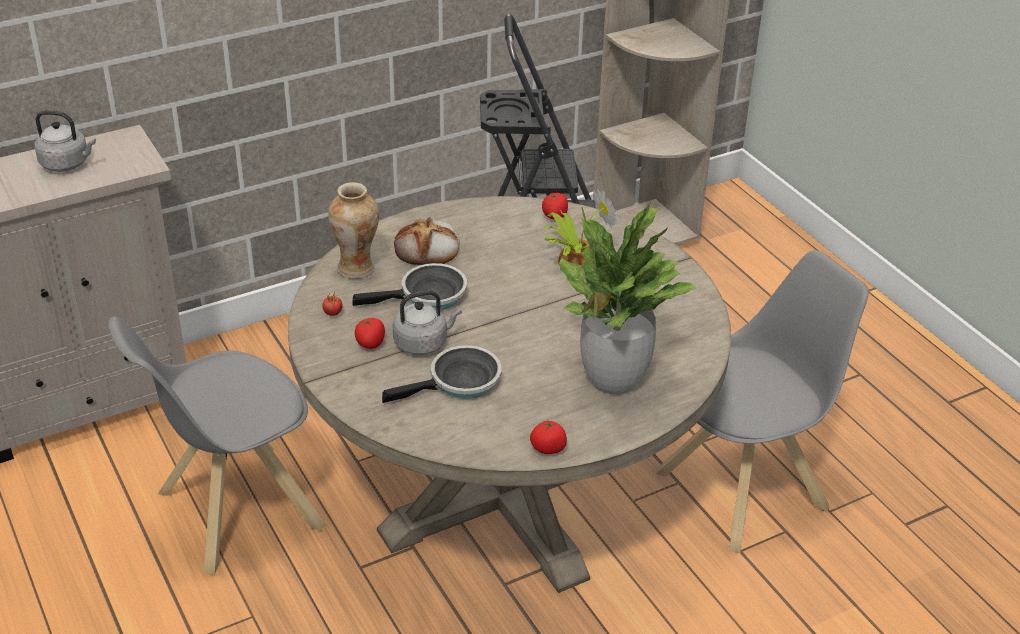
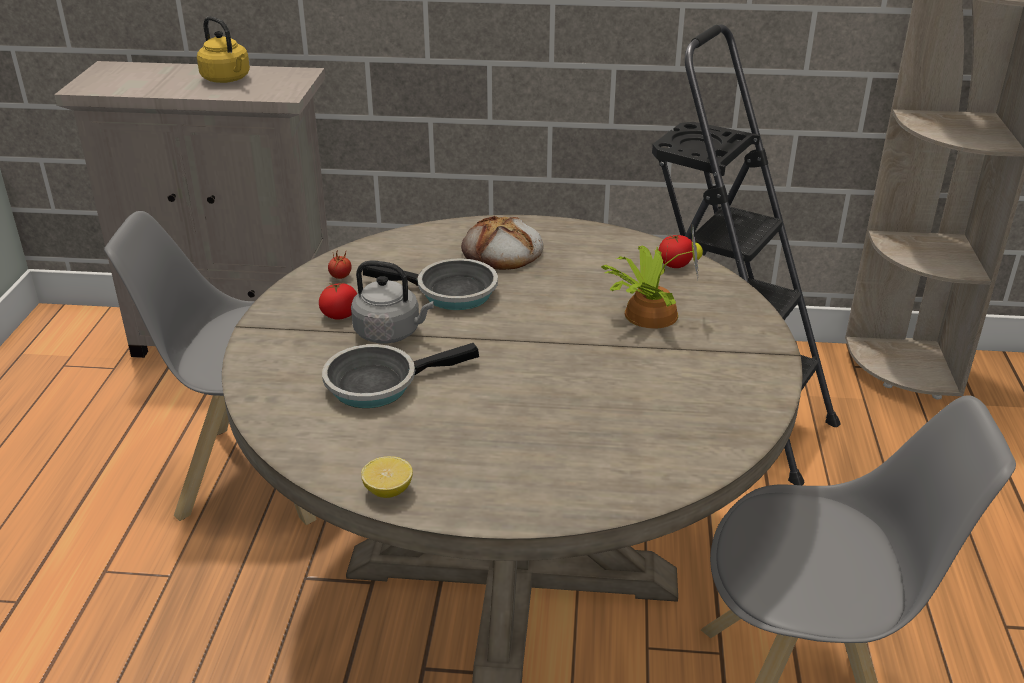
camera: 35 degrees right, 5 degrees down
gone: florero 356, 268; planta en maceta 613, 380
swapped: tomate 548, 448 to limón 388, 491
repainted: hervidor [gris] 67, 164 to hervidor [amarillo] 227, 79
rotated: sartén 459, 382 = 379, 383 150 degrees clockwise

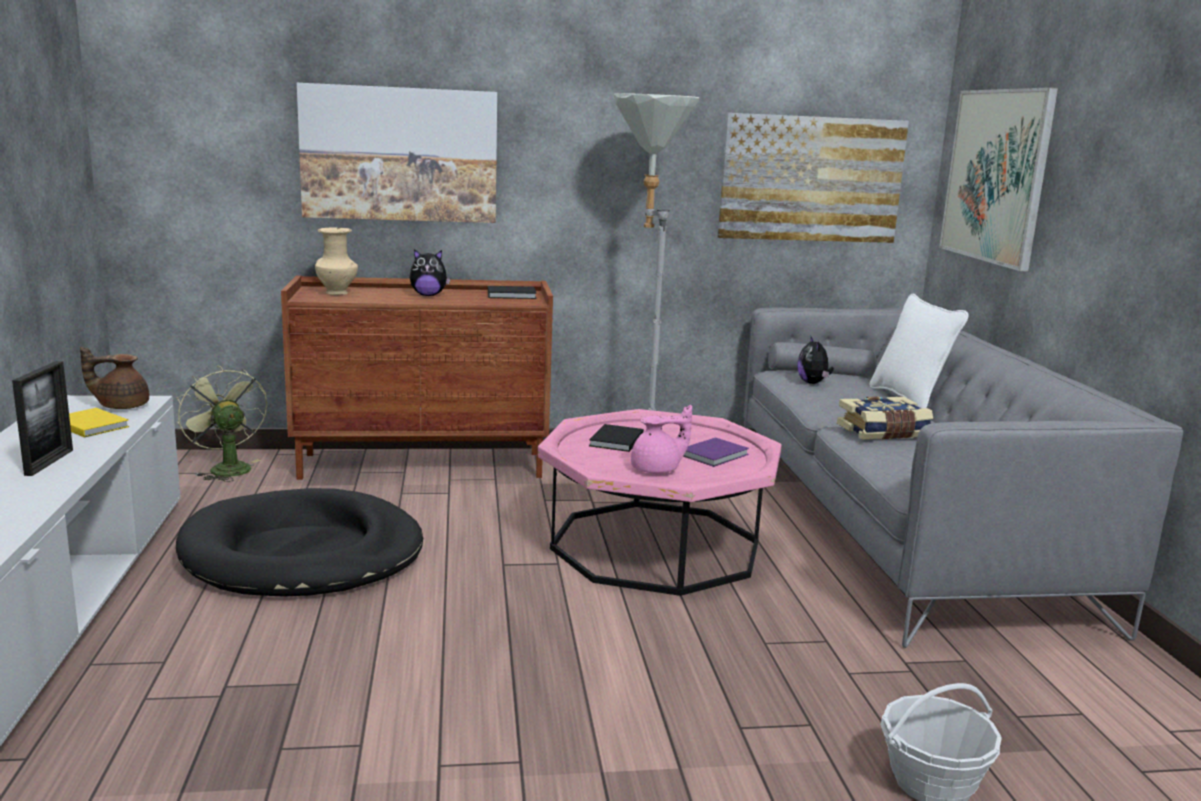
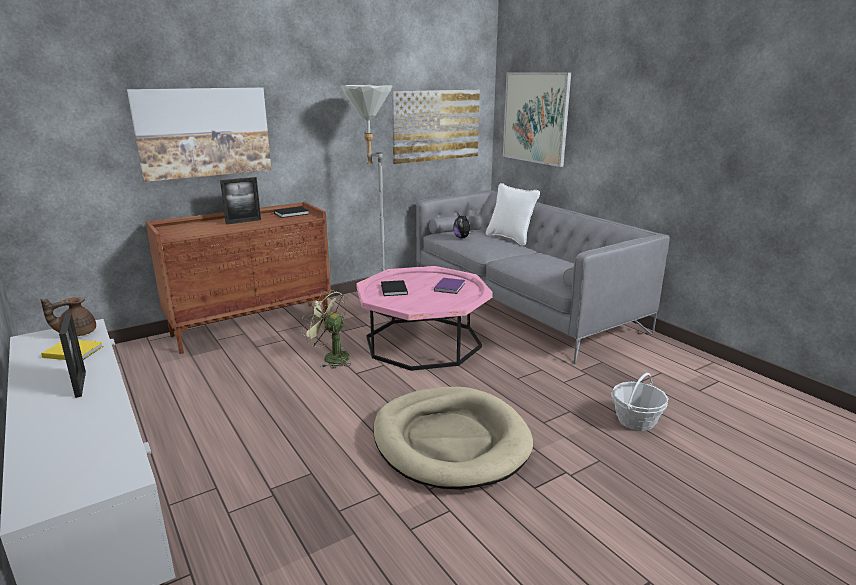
camera: 25 degrees left, 5 degrees up
gone: cama para perro [negro] 303, 553; florero [beis] 338, 293; tetera [rosa] 657, 470; libro 883, 432
new: cama para perro [beis] 450, 441
shifted: ventilador [verde] 226, 468 to 331, 357
swapped: peluche 428, 295 to portarretratos 243, 221

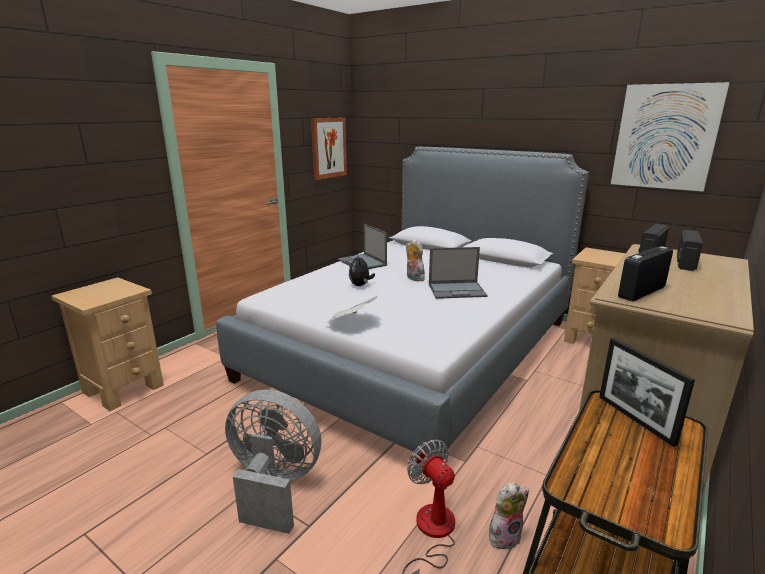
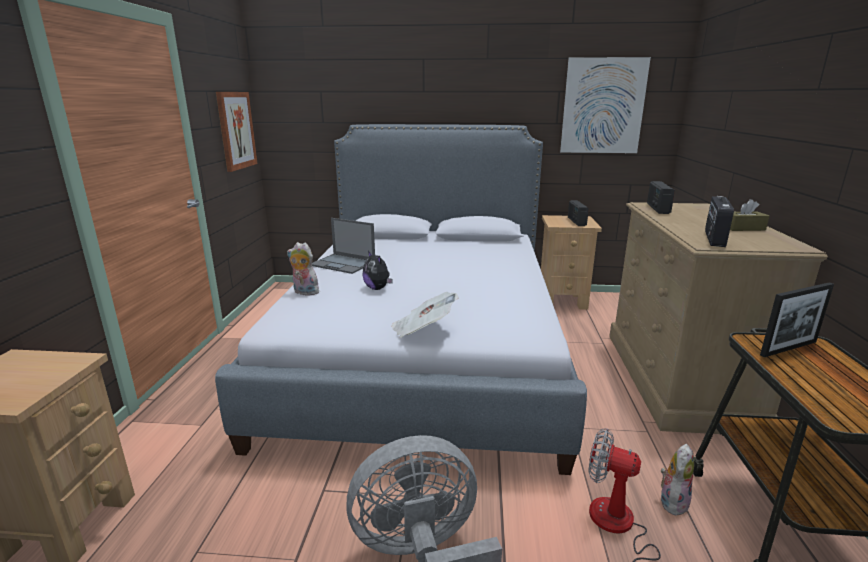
camera: 30 degrees left, 0 degrees up
gone: portátil 457, 290
new: caja de pañuelos [marrón] 743, 228
shifted: peluche 413, 278 to 304, 292; radio 685, 262 to 576, 222
rotated: portarretratos 635, 419 = 788, 348 60 degrees counterclockwise

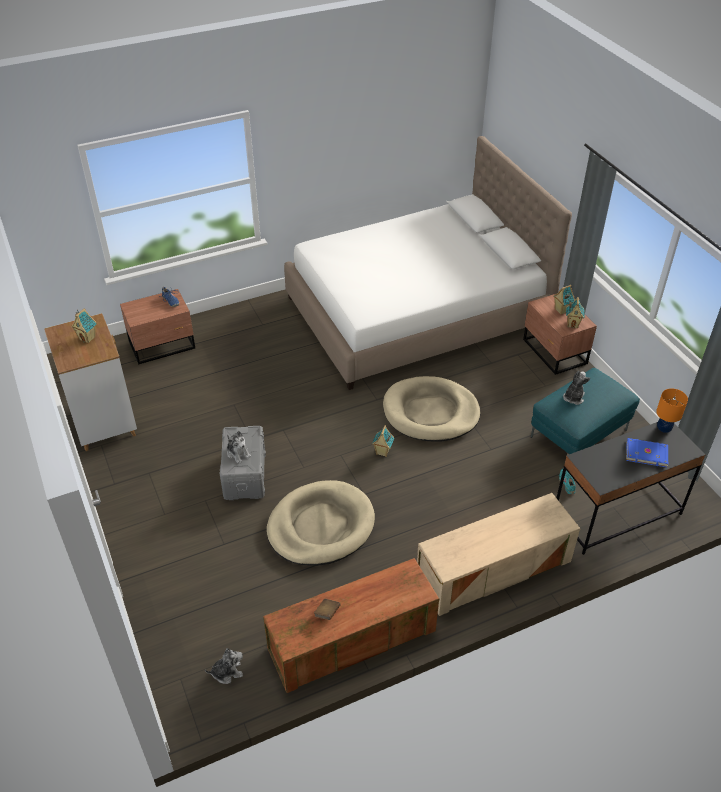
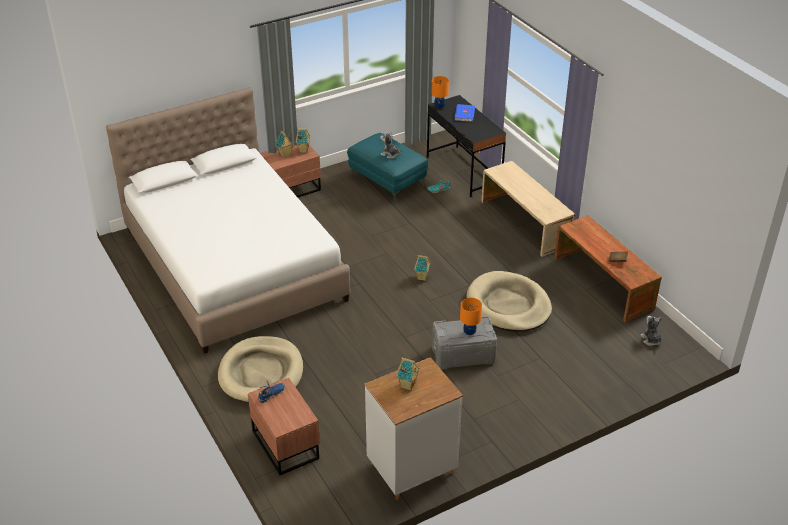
camera: 95 degrees left, 5 degrees down
shifted: cama para perro [beis] 430, 412 to 261, 373
swapped: peluche 238, 453 to lámpara de mesa [naranja] 469, 332

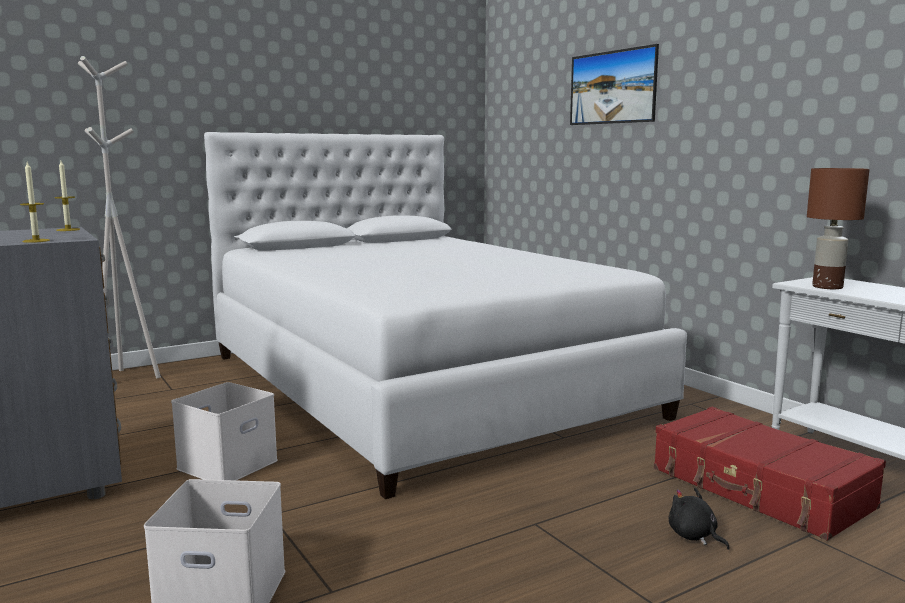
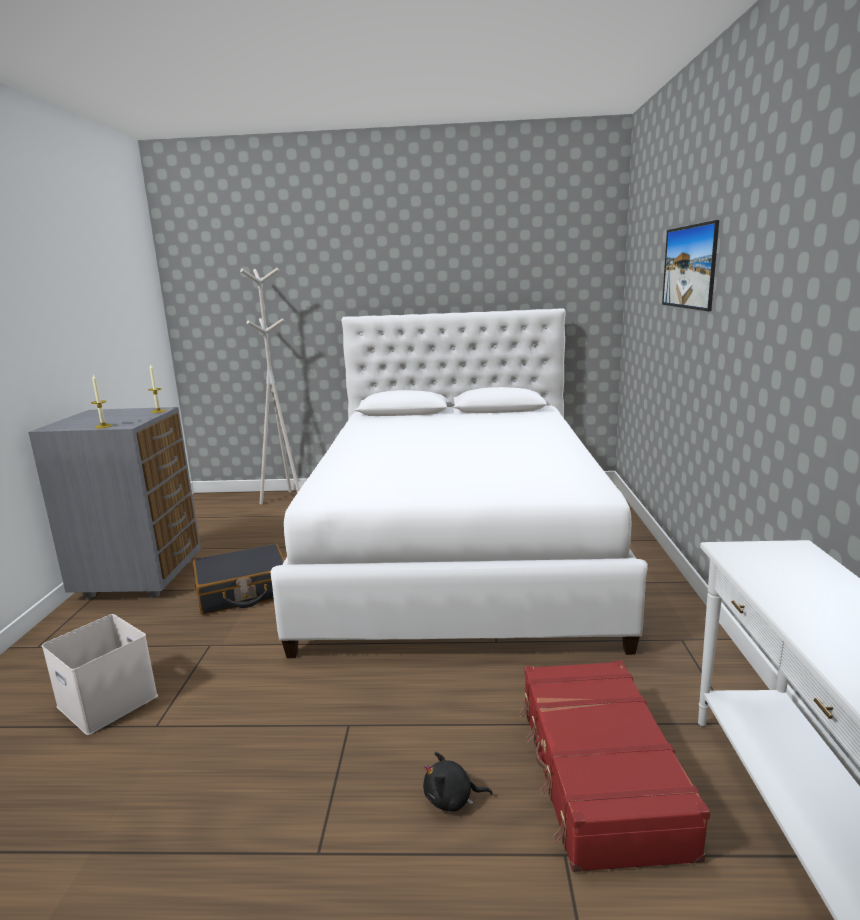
camera: 35 degrees right, 5 degrees up
gone: lámpara de mesa [marrón] 827, 287
swapped: caja de almacenaje [blanco] 228, 463 to maleta [negro] 243, 591
rotated: peluche [negro] 694, 536 = 452, 799 90 degrees counterclockwise

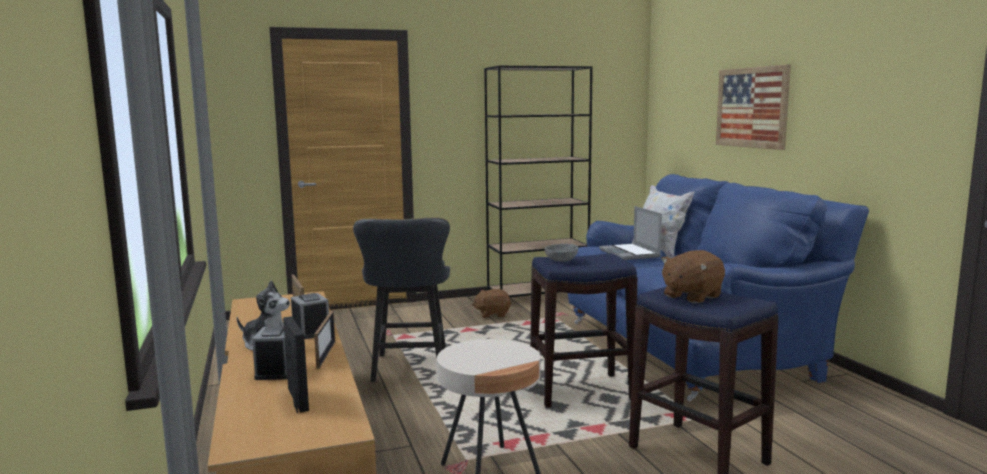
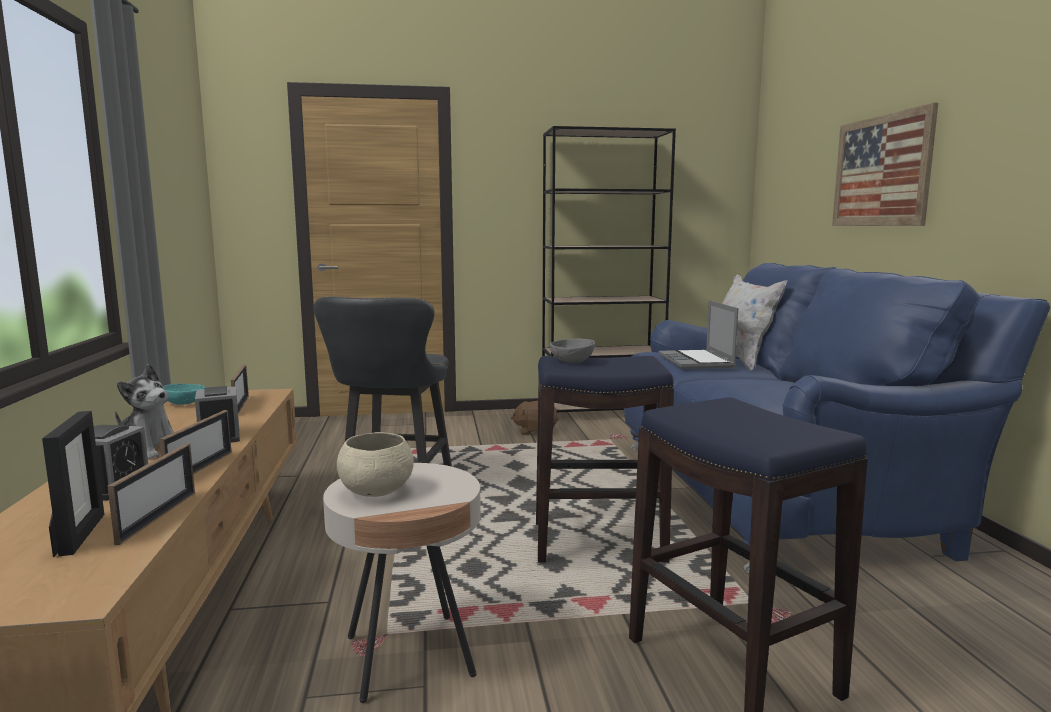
camera: 10 degrees right, 0 degrees up
gone: peluche [marrón] 691, 296
new: portarretratos 158, 516; cuenco [turquesa] 184, 403; cuenco [beis] 375, 492

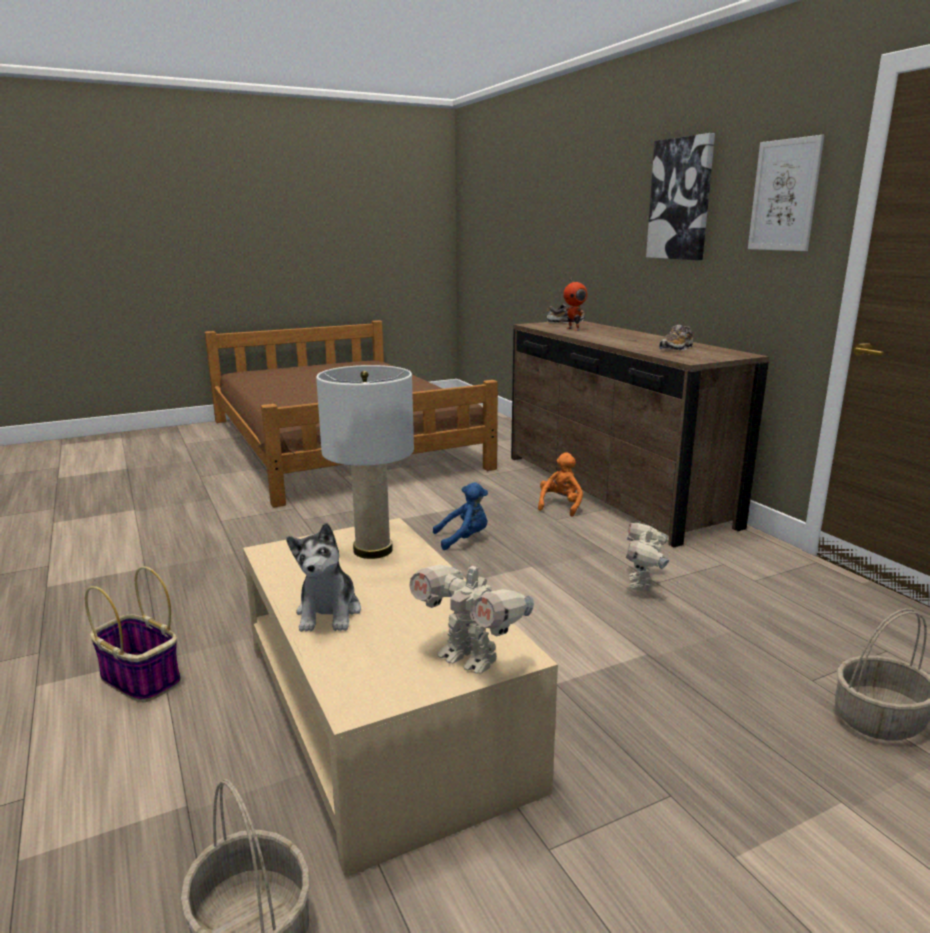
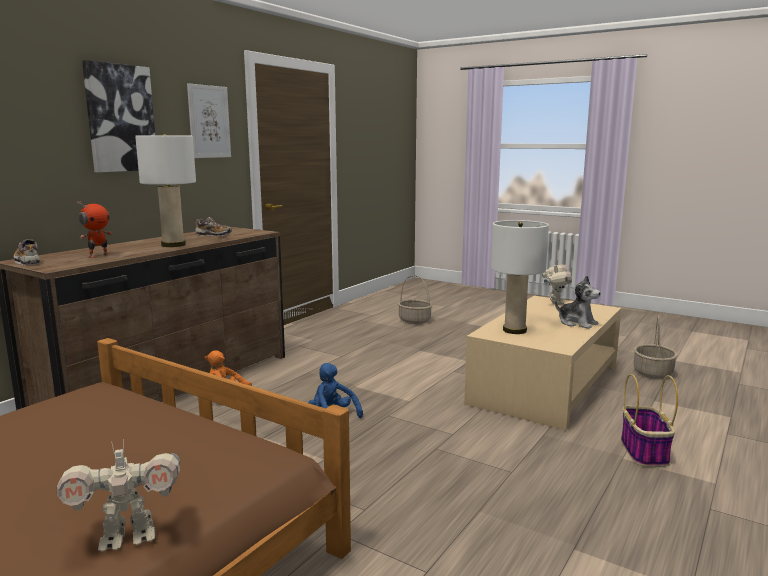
camera: 120 degrees left, 5 degrees down
new: lámpara de mesa [blanco] 173, 245
shifted: robot de juguete 642, 584 to 128, 537
rotated: peluche 329, 613 = 577, 323 75 degrees clockwise

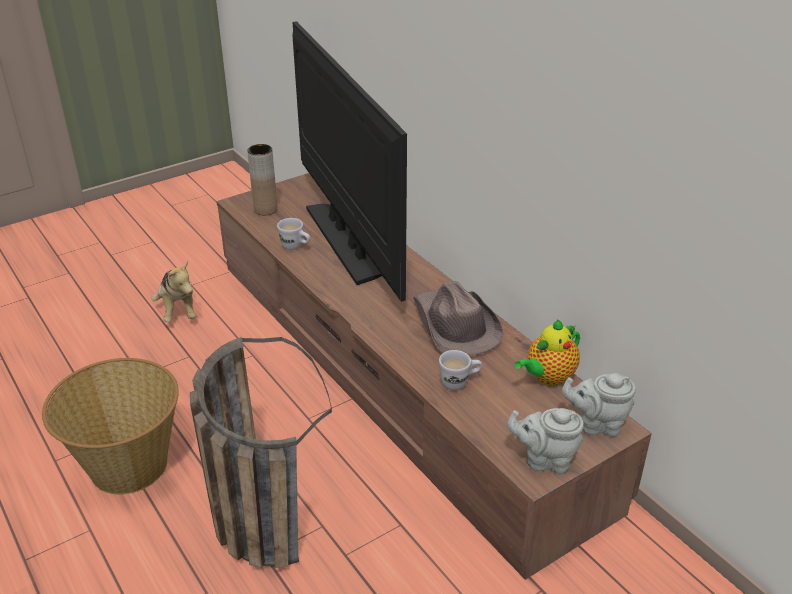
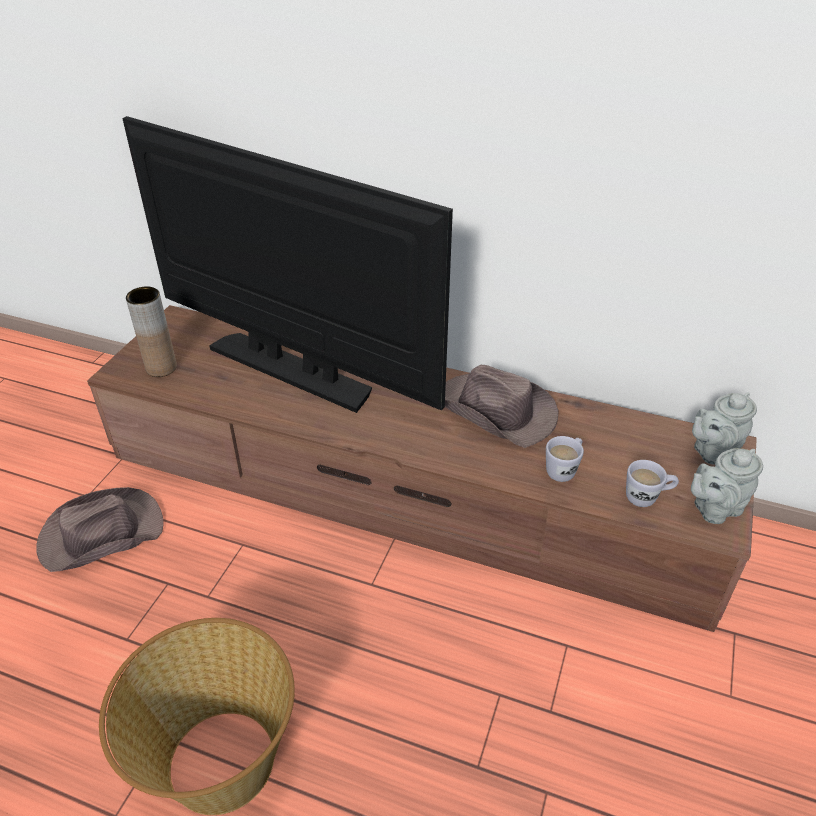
camera: 35 degrees left, 5 degrees up
gone: cesta 254, 510; tetera 548, 377
shifted: taza grande [blanco] 295, 247 to 647, 498
swapped: peluche 178, 310 to sombrero [marrón] 100, 534

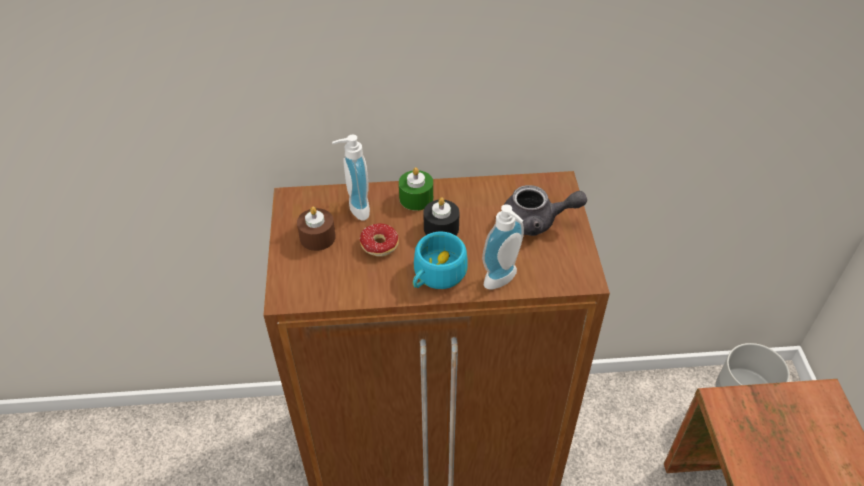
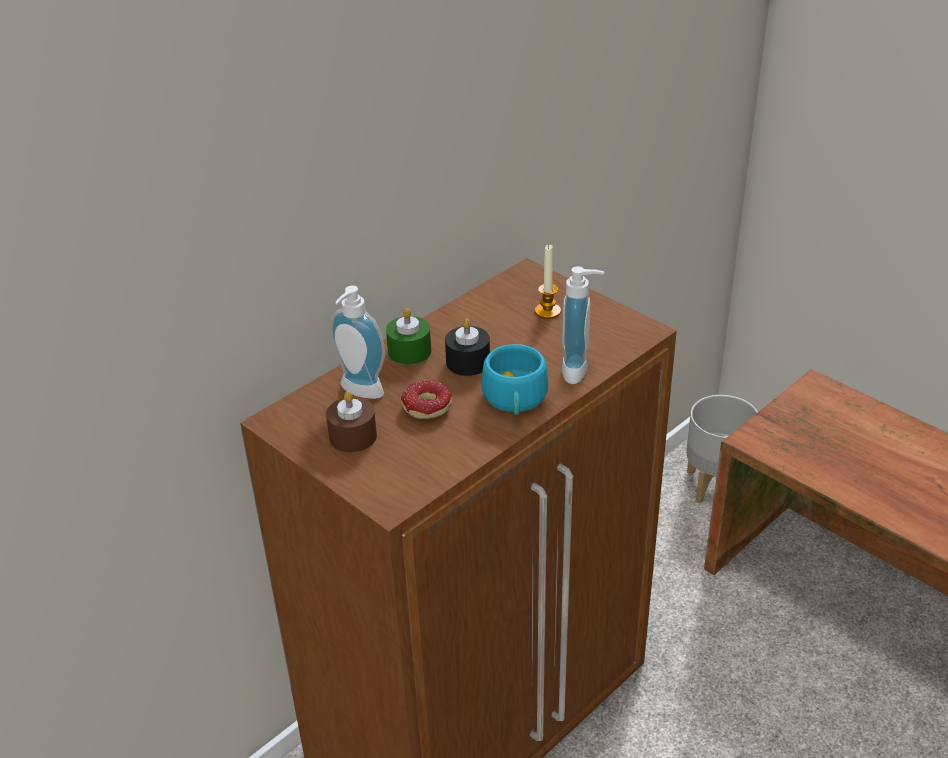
camera: 40 degrees left, 10 degrees down
swapped: tetera [gris] 536, 222 to vela 547, 311

